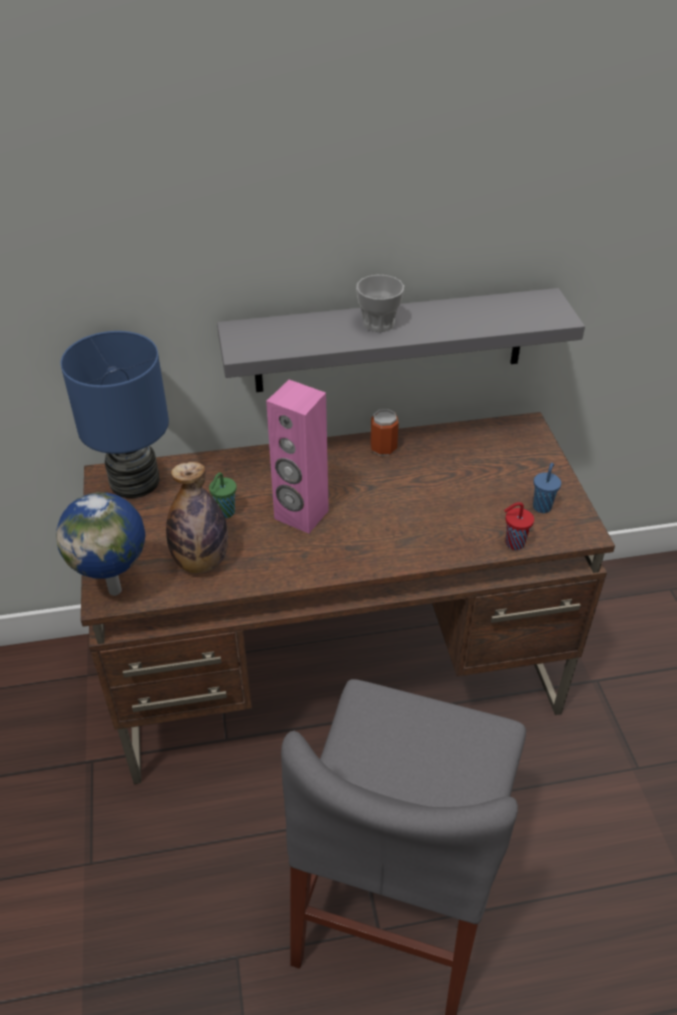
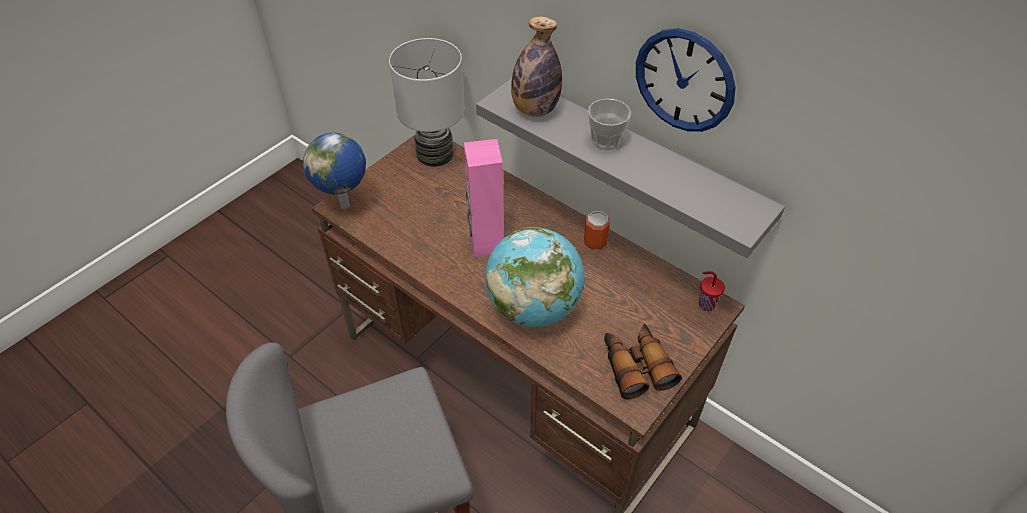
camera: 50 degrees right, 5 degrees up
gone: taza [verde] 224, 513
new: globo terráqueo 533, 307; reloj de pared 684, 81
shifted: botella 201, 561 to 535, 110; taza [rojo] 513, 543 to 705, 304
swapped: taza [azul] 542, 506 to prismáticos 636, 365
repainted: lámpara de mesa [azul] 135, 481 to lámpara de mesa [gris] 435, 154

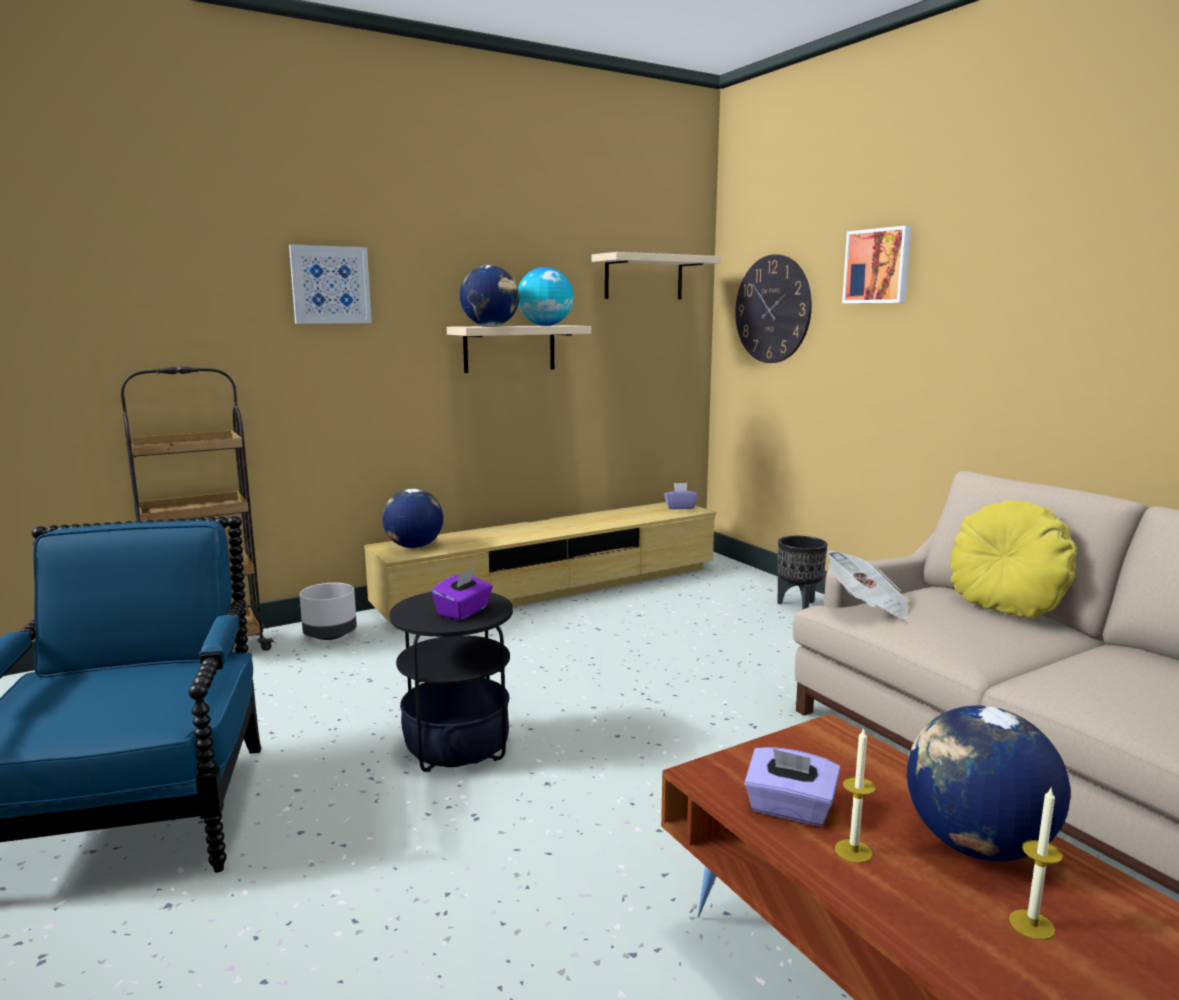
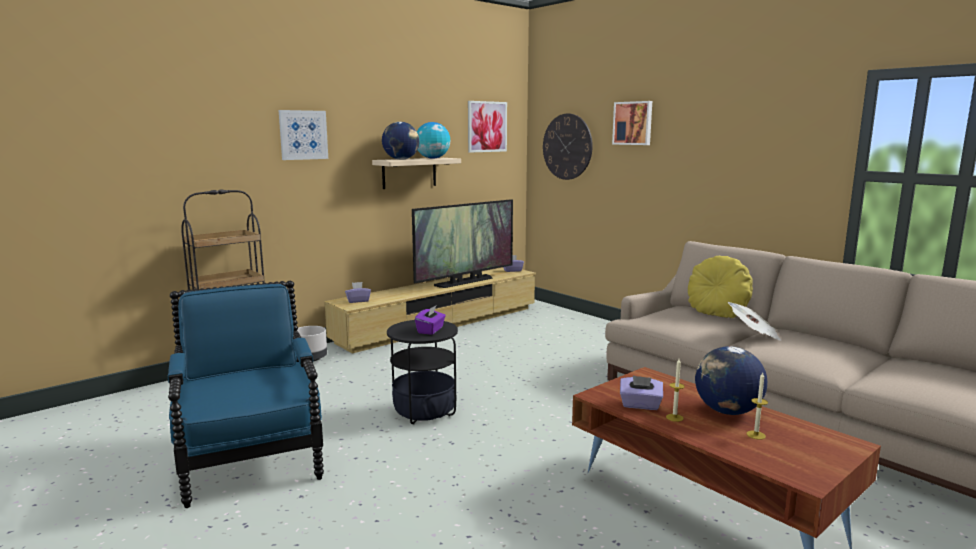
camera: 10 degrees left, 0 degrees up
gone: maceta [negro] 799, 605
new: televisor 465, 282
shifted: periódico 868, 606 to 753, 334
swapped: globo terráqueo 414, 547 to caja de pañuelos [morado] 358, 301; estante [beis] 644, 277 to cuadro 487, 126

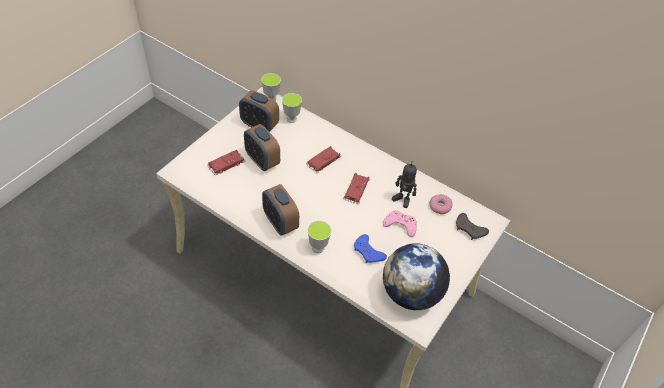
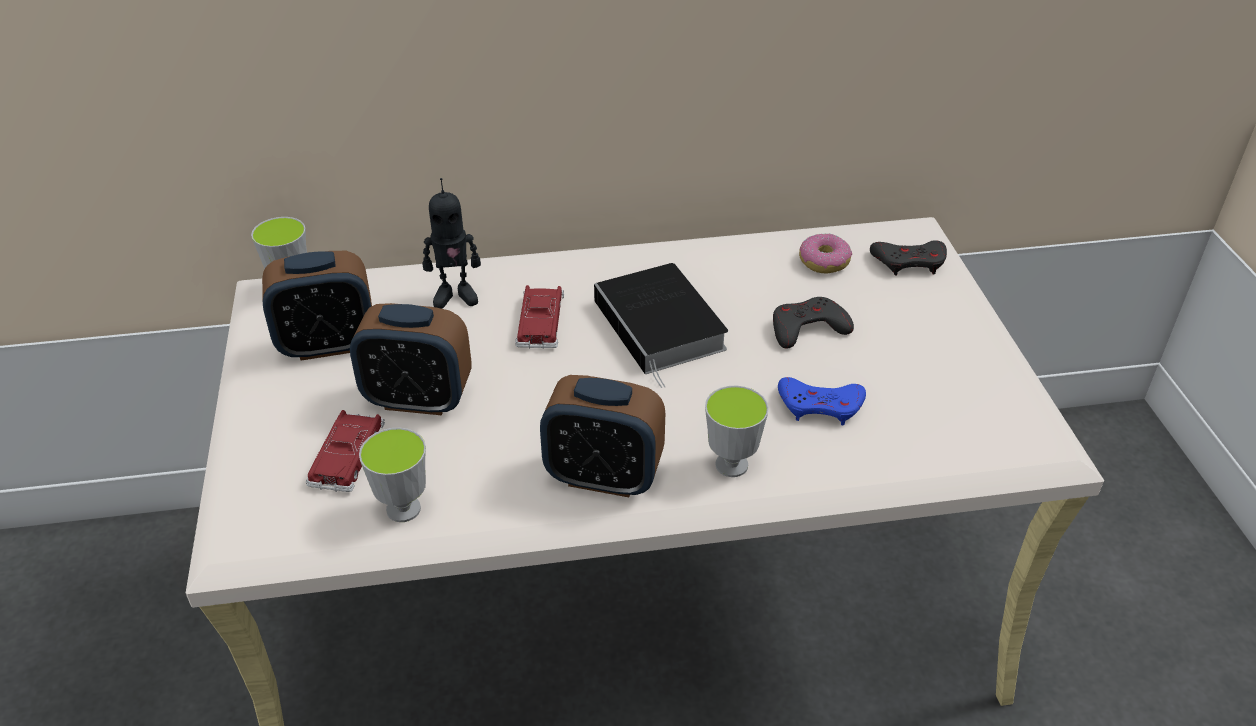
camera: 40 degrees left, 10 degrees down
gone: globo terráqueo 410, 293
shifted: taza 291, 119 to 403, 509; robot de juguete 402, 199 to 455, 296
swapped: coche de juguete [rojo] 356, 190 to libro 662, 327
repainted: mando de consola [rosa] 400, 225 to mando de consola [gris] 807, 328

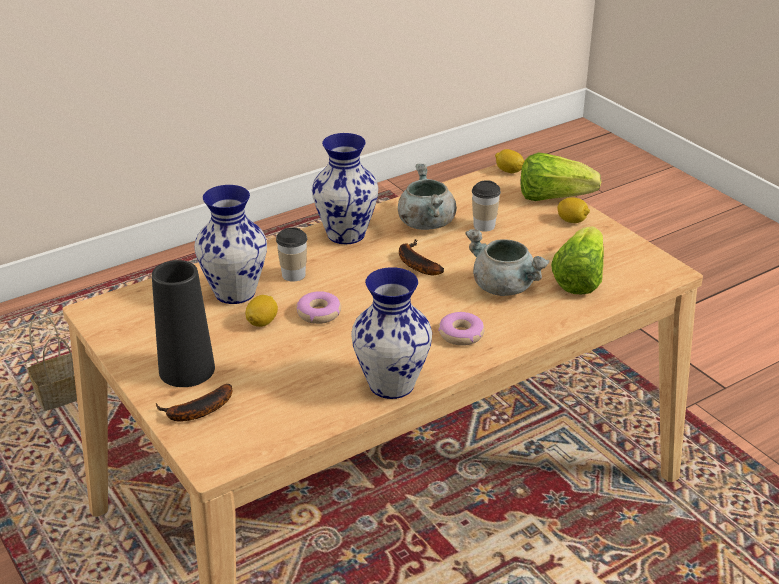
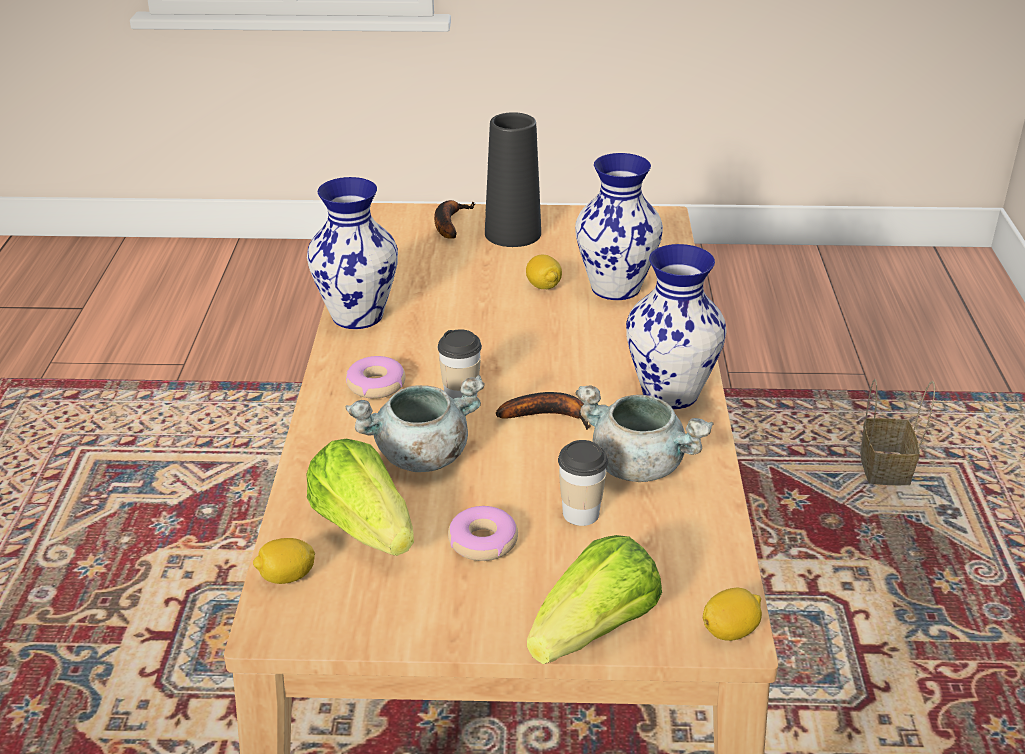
camera: 125 degrees right, 0 degrees up
shifted: limón 572, 221 to 286, 577; taza 293, 275 to 461, 396; rosquilla 318, 313 to 483, 541

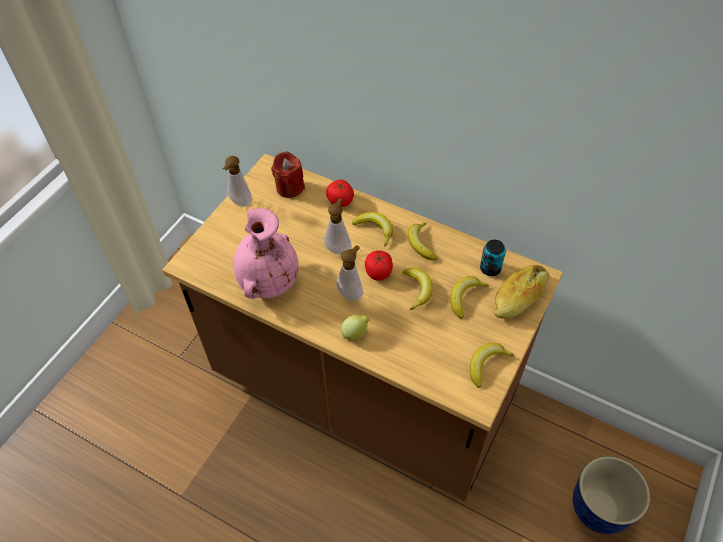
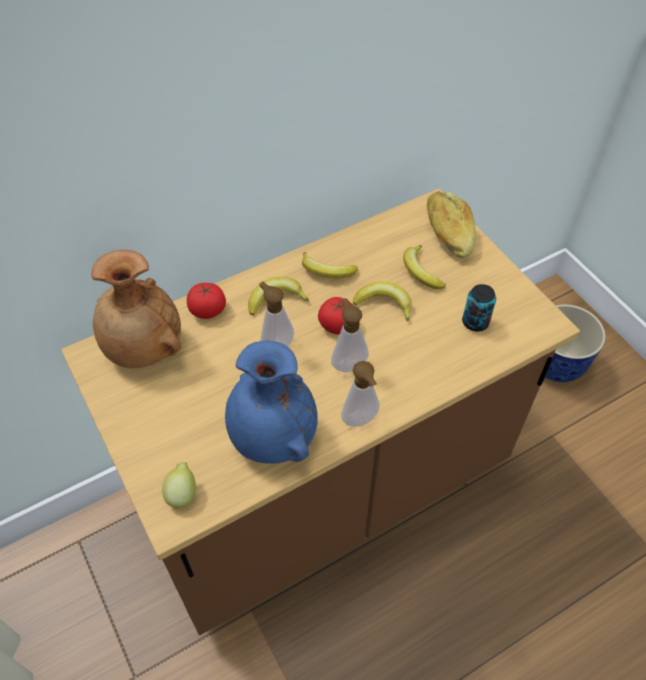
camera: 60 degrees left, 0 degrees up
gone: plátano 486, 365
shifted: limón 355, 333 to 182, 493; dispensador de jabón 240, 203 to 361, 421; lata 490, 268 to 475, 322
swapped: vela [rojo] 289, 187 to florero [marrón] 143, 349
repainted: florero [rosa] 268, 281 to florero [azul] 272, 437

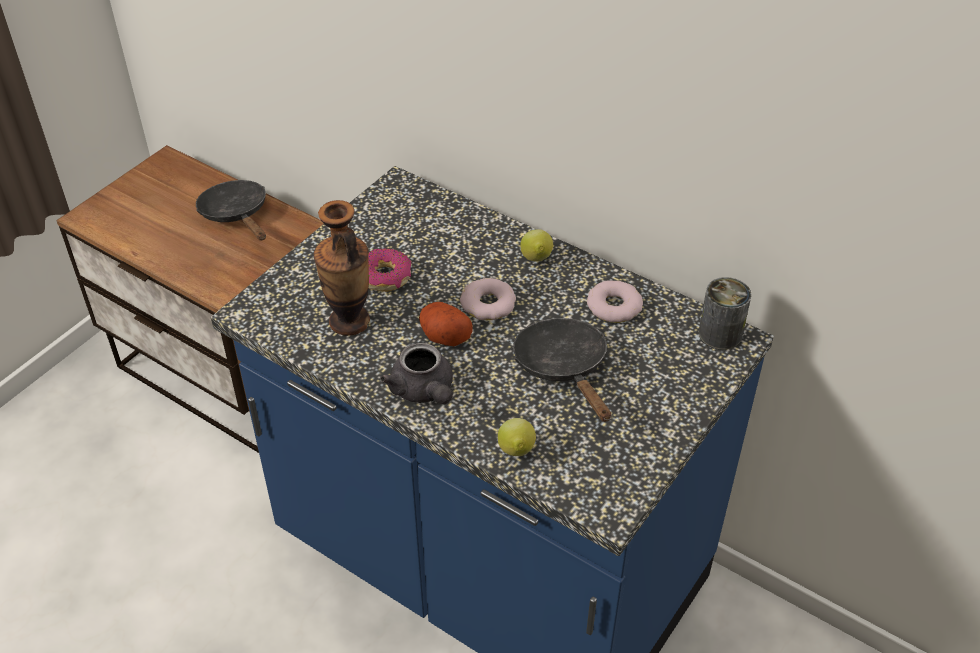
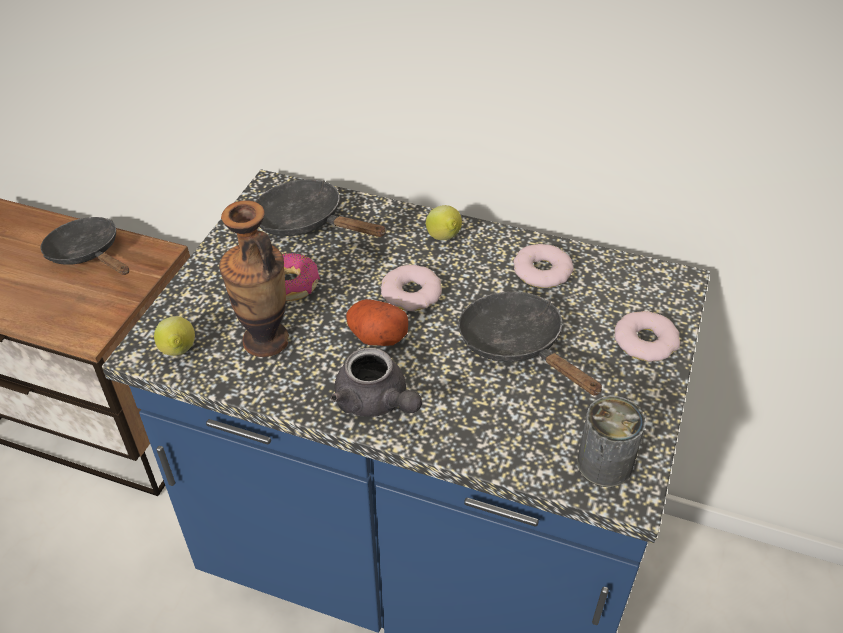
camera: 15 degrees left, 0 degrees up
new: sartén [negro] 306, 222; rosquilla 645, 341
shifted: limón 516, 452 to 179, 352; lata 720, 334 to 604, 463

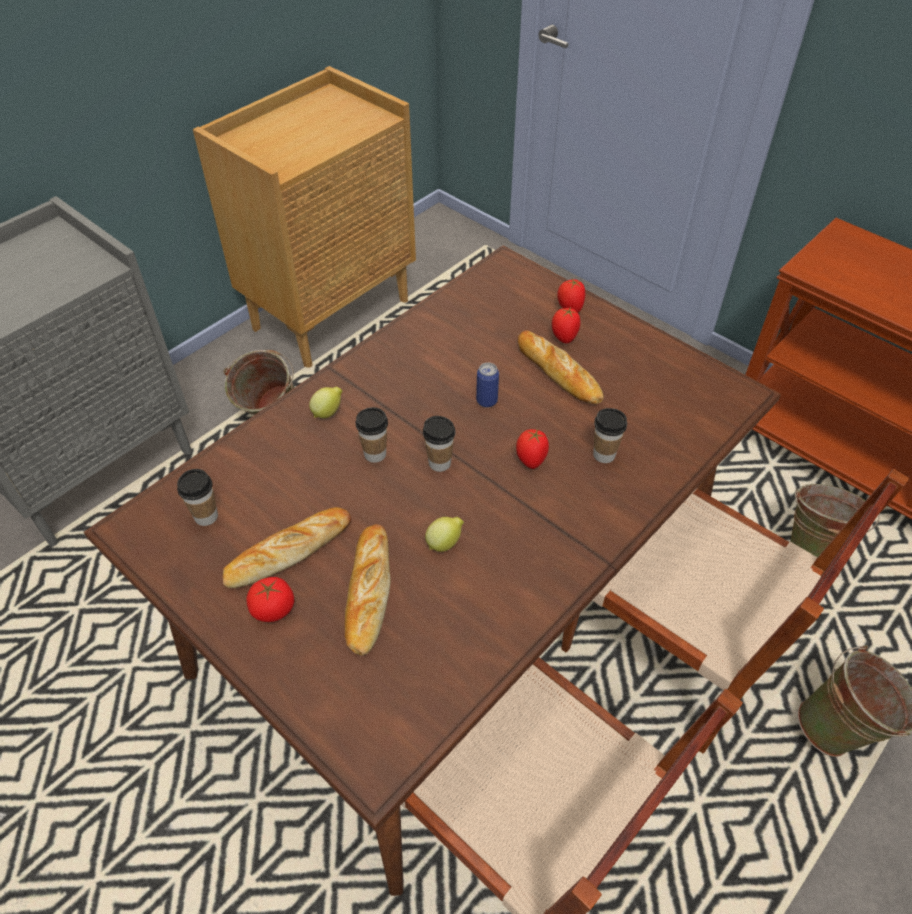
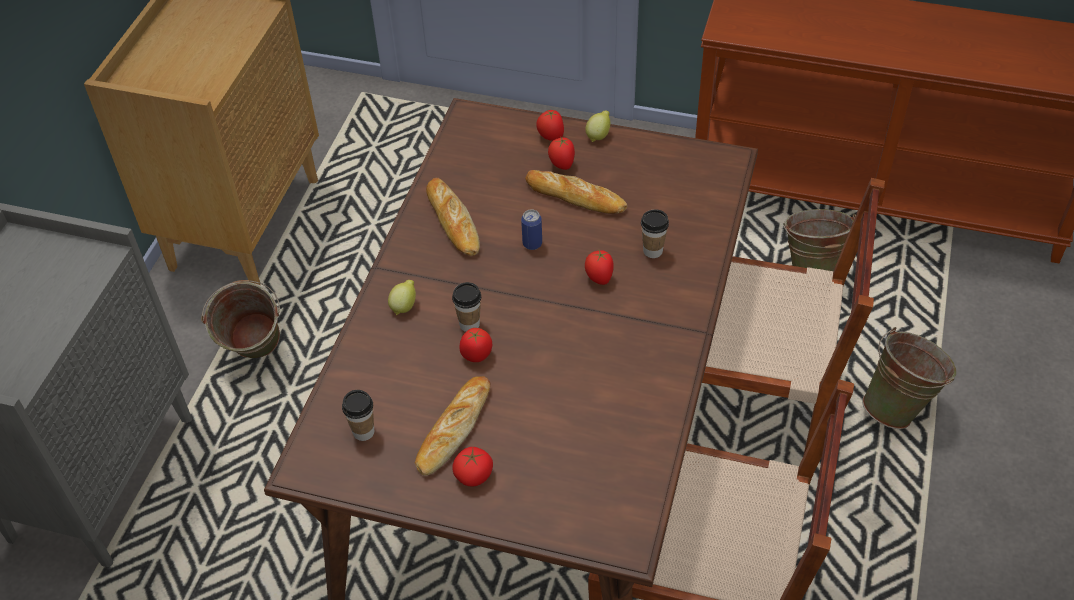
camera: 25 degrees left, 0 degrees up
gone: taza 439, 463
new: tomate 477, 356
shifted: pan 368, 591 to 453, 221; limón 445, 543 to 598, 135

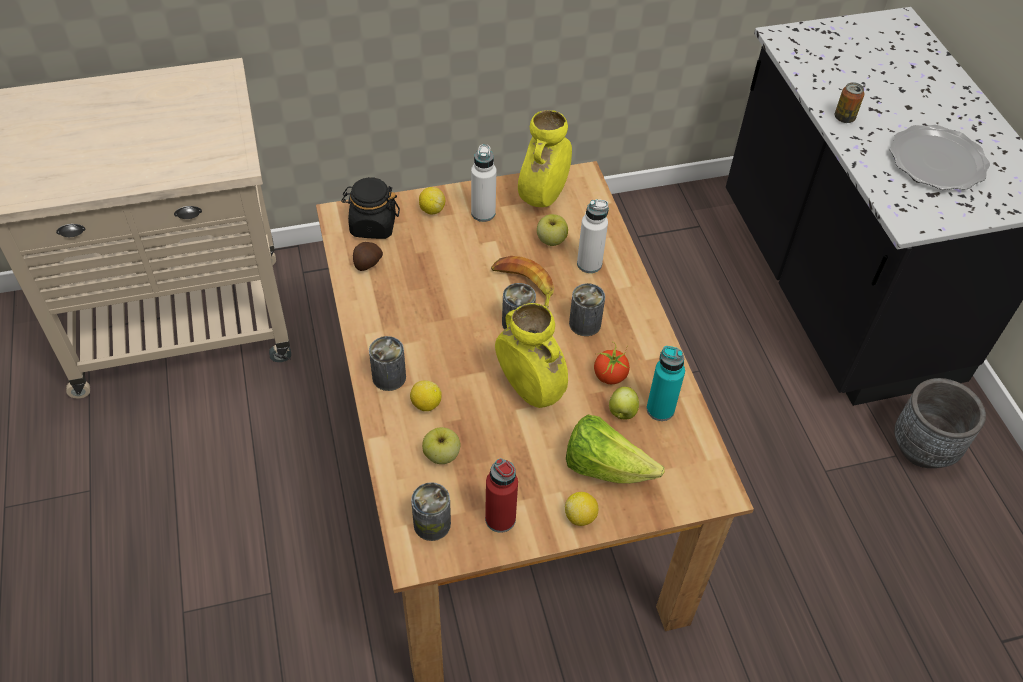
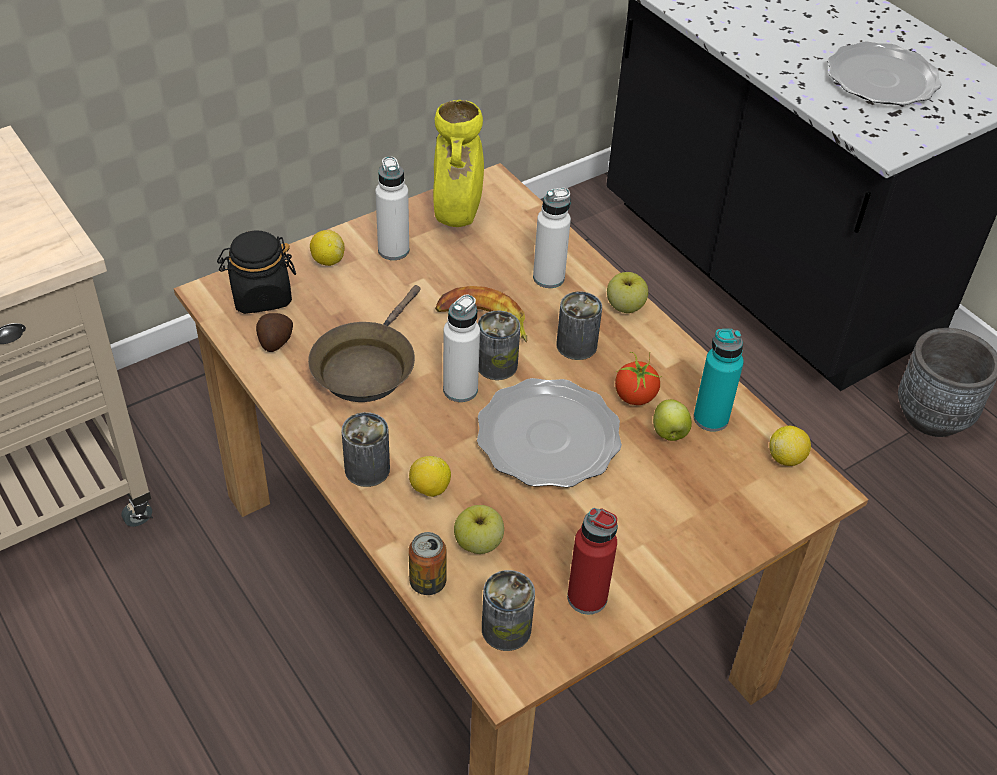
camera: 20 degrees left, 5 degrees down
gone: lechuga 605, 467
new: sartén [marrón] 366, 366; botella [blanco] 460, 389
shifted: lata 844, 118 to 427, 582; manzana 551, 240 to 625, 306; limón 580, 516 to 786, 458
swapped: florero [amarillo] 530, 390 to plato 549, 437

